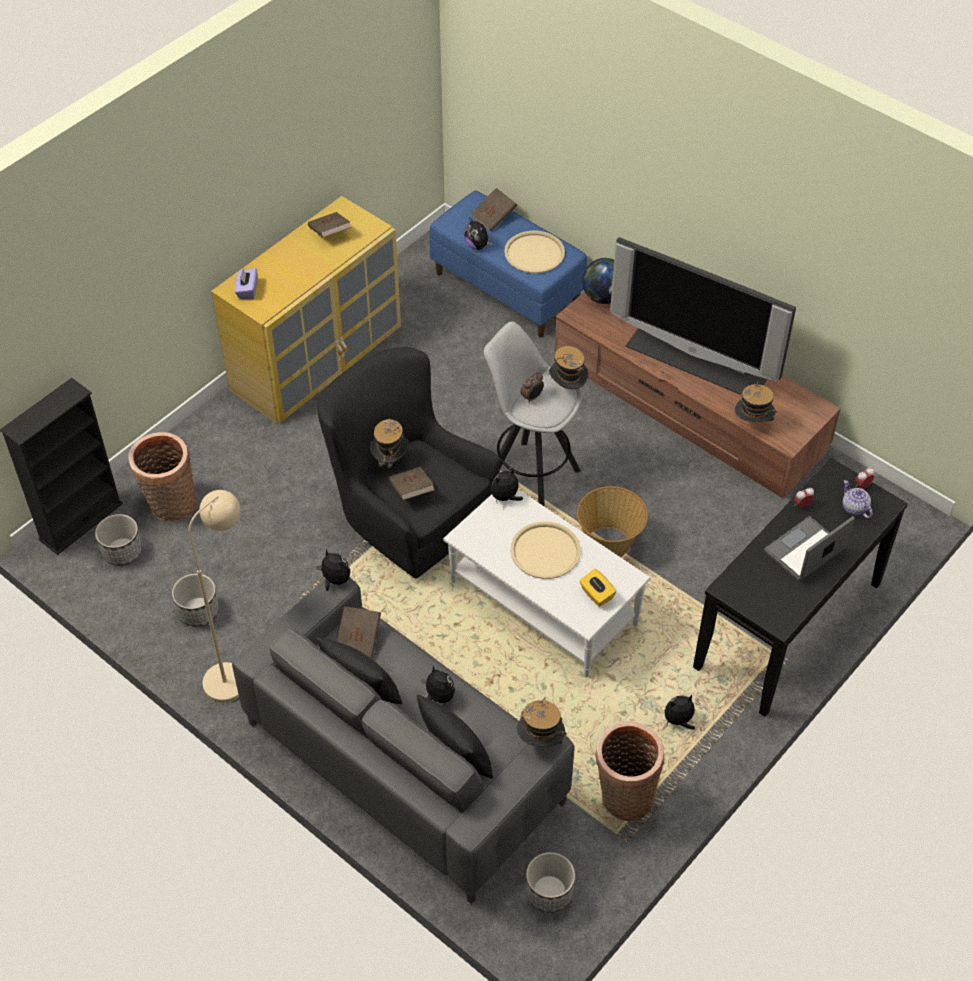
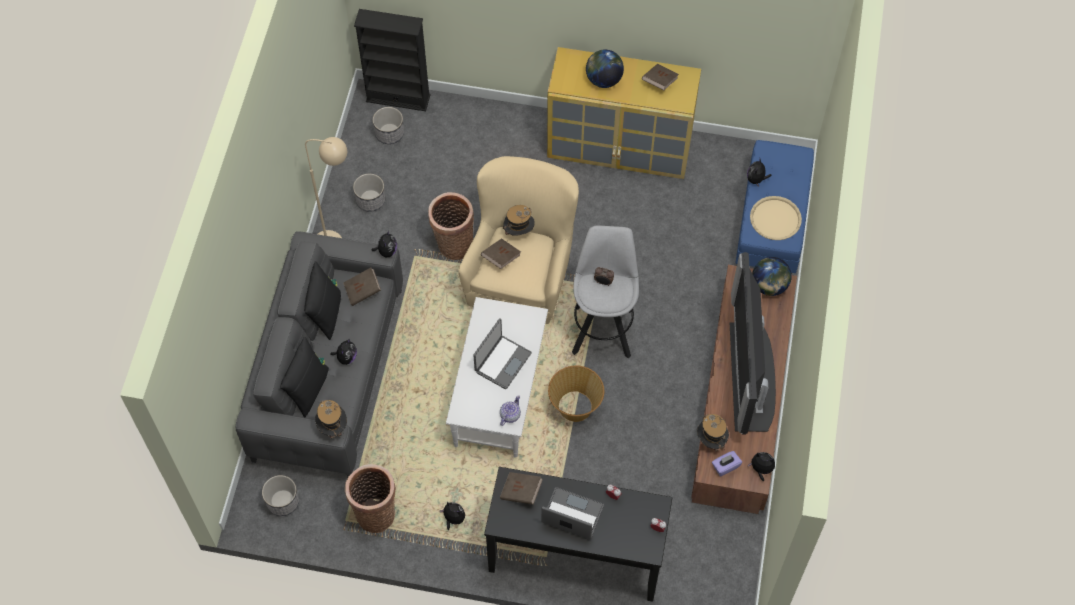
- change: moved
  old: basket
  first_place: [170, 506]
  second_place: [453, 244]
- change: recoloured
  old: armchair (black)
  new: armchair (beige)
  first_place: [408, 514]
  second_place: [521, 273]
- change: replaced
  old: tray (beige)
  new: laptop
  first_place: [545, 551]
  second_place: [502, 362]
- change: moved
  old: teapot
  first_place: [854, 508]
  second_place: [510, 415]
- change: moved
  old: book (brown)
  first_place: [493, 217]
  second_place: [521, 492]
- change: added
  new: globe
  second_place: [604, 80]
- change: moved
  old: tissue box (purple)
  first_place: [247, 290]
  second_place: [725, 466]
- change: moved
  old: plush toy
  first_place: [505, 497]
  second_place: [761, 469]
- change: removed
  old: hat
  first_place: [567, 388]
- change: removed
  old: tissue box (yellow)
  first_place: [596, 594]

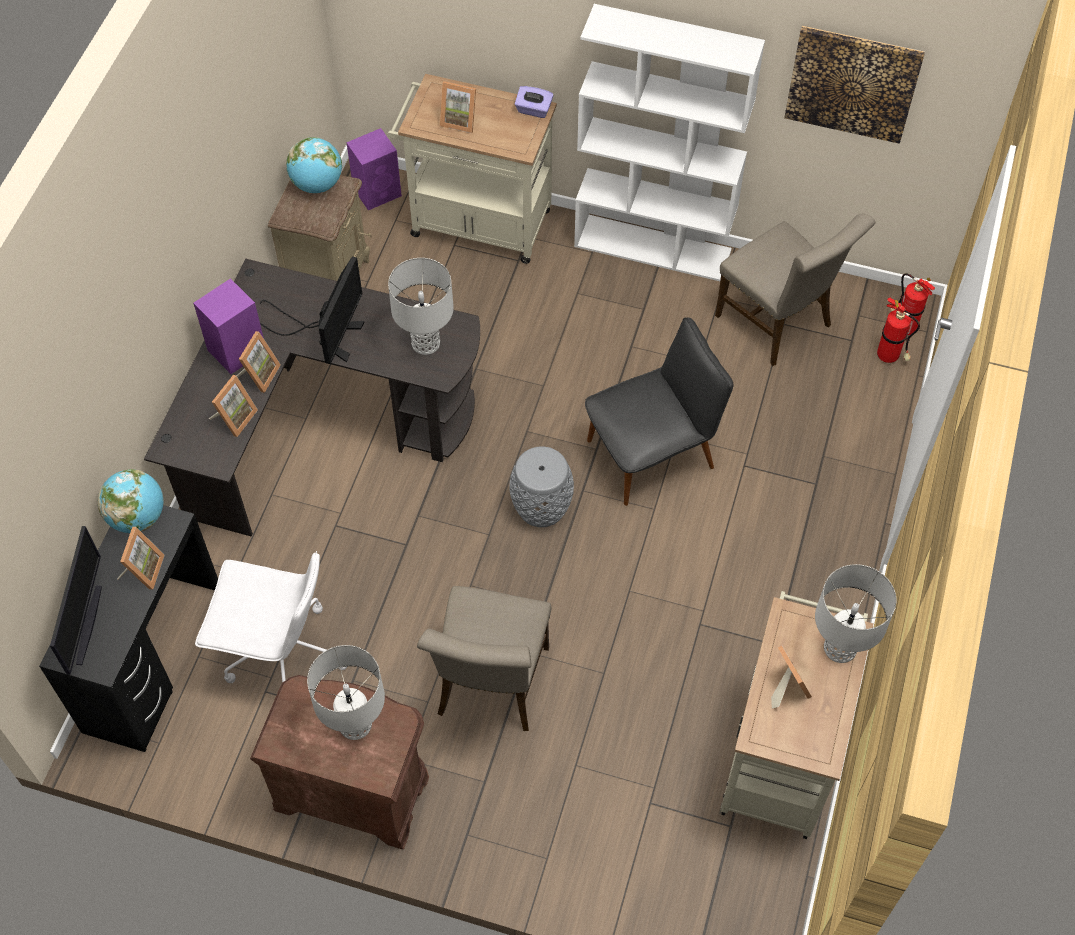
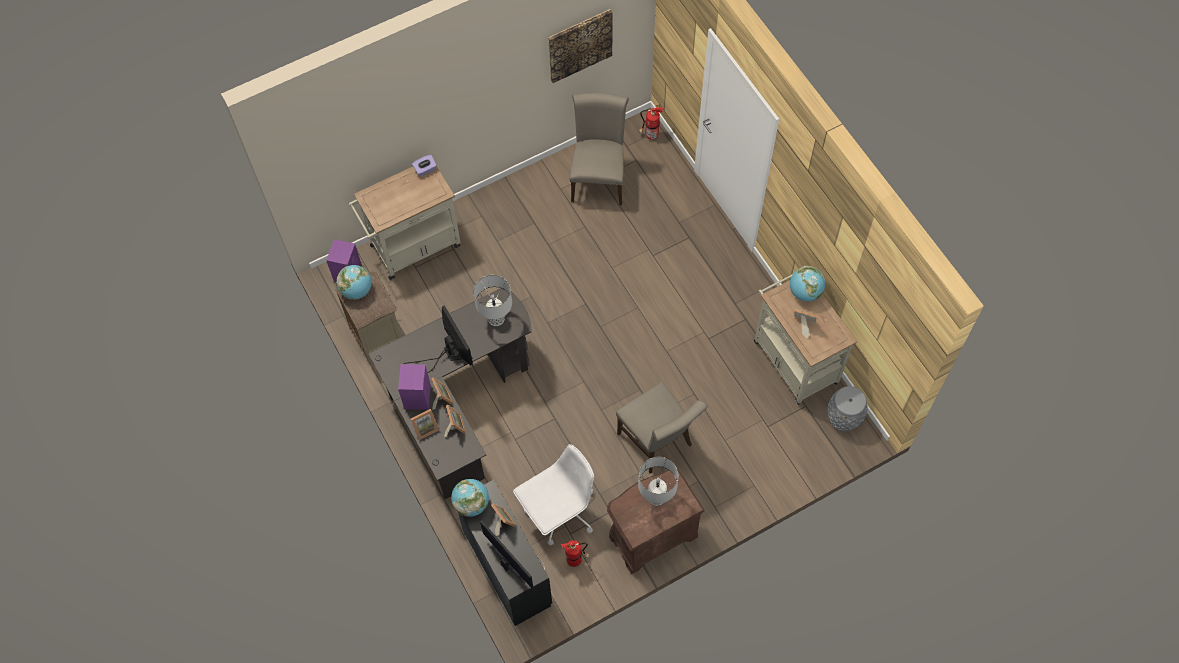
- change: moved
  old: picture frame
  first_place: [460, 120]
  second_place: [425, 428]
- change: moved
  old: fire extinguisher
  first_place: [890, 357]
  second_place: [576, 560]
- change: turned
  old: chair (beige)
  first_place: [779, 324]
  second_place: [598, 179]
  degrees: -90
- change: replaced
  old: table lamp (white)
  new: globe
  first_place: [839, 648]
  second_place: [805, 292]
- change: moved
  old: stool (grey)
  first_place: [541, 507]
  second_place: [843, 418]
- change: removed
  old: bookcase (white)
  first_place: [653, 247]
- change: removed
  old: chair (black)
  first_place: [650, 453]

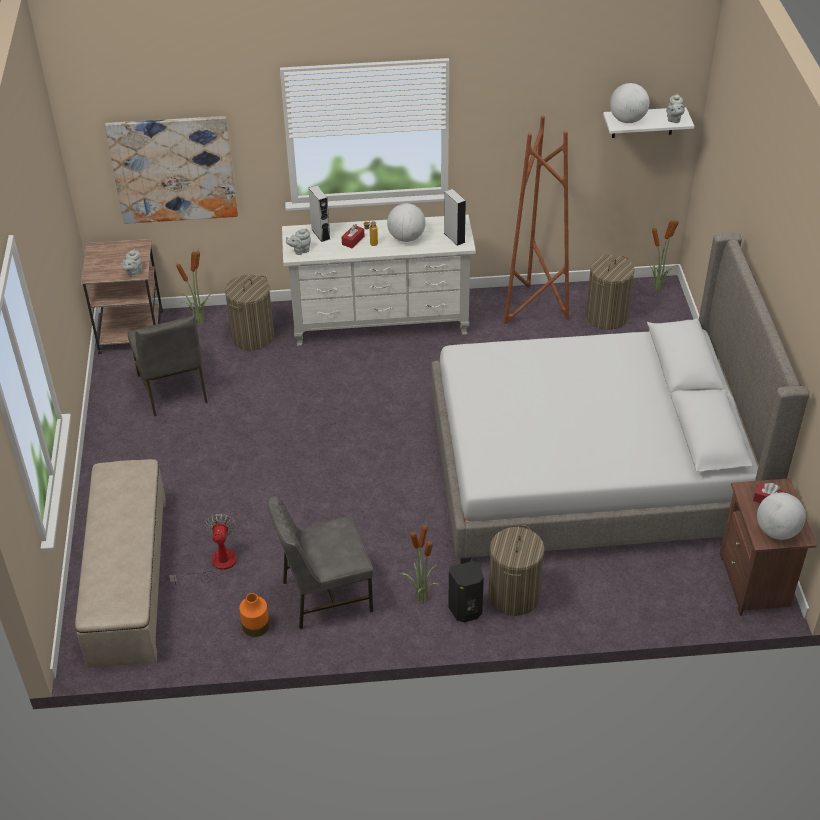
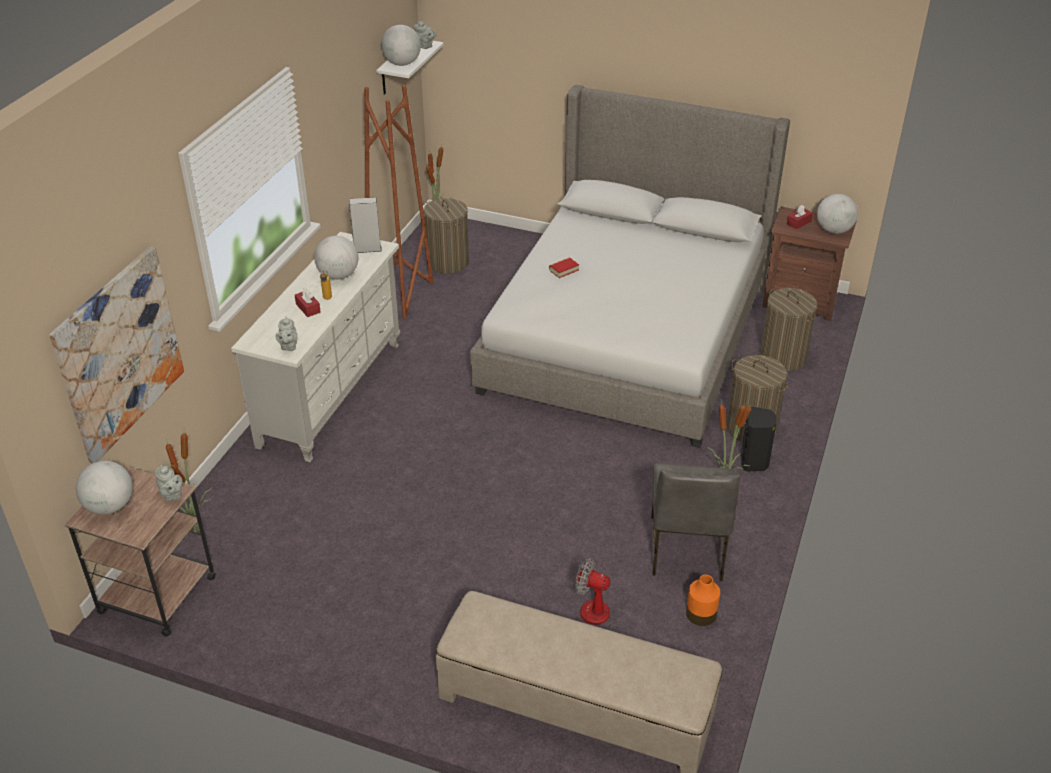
- change: added
  new: globe
  second_place: [110, 506]
- change: added
  new: book
  second_place: [564, 270]
- change: moved
  old: laundry basket
  first_place: [253, 337]
  second_place: [783, 357]
- change: removed
  old: chair (grey)
  first_place: [173, 389]
- change: removed
  old: speaker (grey)
  first_place: [320, 234]

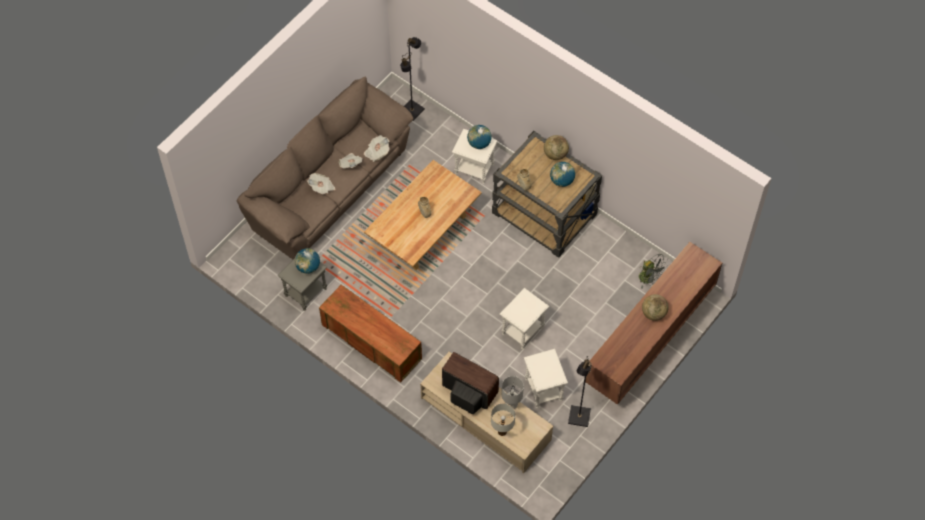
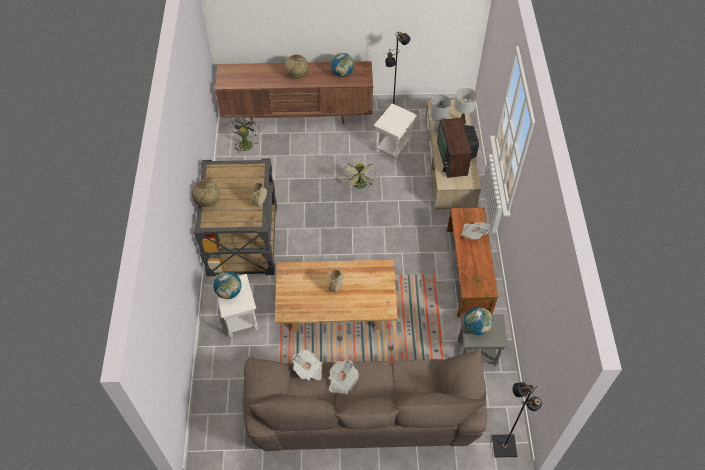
- change: moved
  old: globe
  first_place: [562, 181]
  second_place: [342, 73]
- change: replaced
  old: side table (white)
  new: fan (green)
  first_place: [523, 330]
  second_place: [360, 186]
- change: moved
  old: newspaper
  first_place: [322, 187]
  second_place: [473, 234]
- change: moved
  old: floor lamp (black)
  first_place: [412, 110]
  second_place: [504, 446]

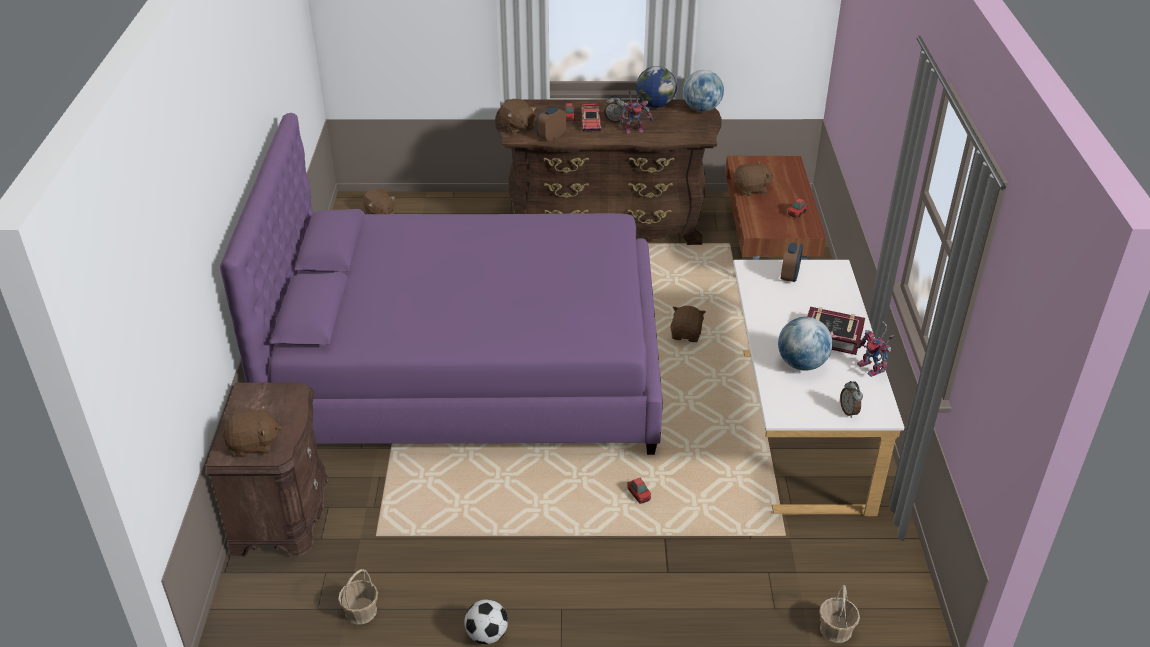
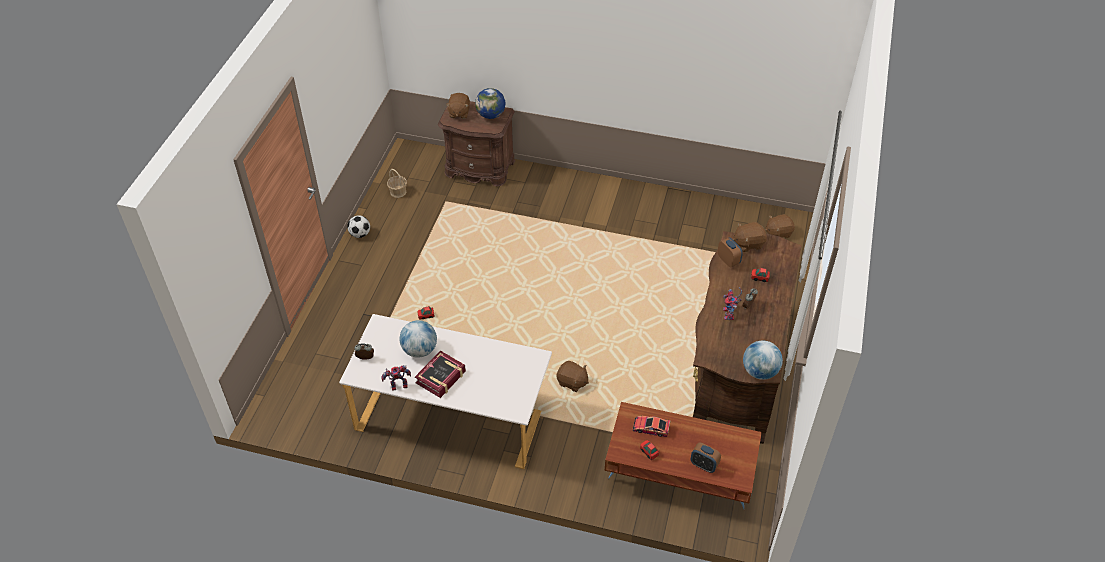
- change: moved
  old: globe
  first_place: [655, 105]
  second_place: [491, 115]
- change: moved
  old: toy car
  first_place: [590, 123]
  second_place: [651, 428]
- change: moved
  old: alarm clock
  first_place: [789, 275]
  second_place: [704, 465]
- change: removed
  old: bed (purple)
  first_place: [469, 367]
- change: removed
  old: plush toy (brown)
  first_place: [752, 189]
- change: removed
  old: basket
  first_place: [835, 629]

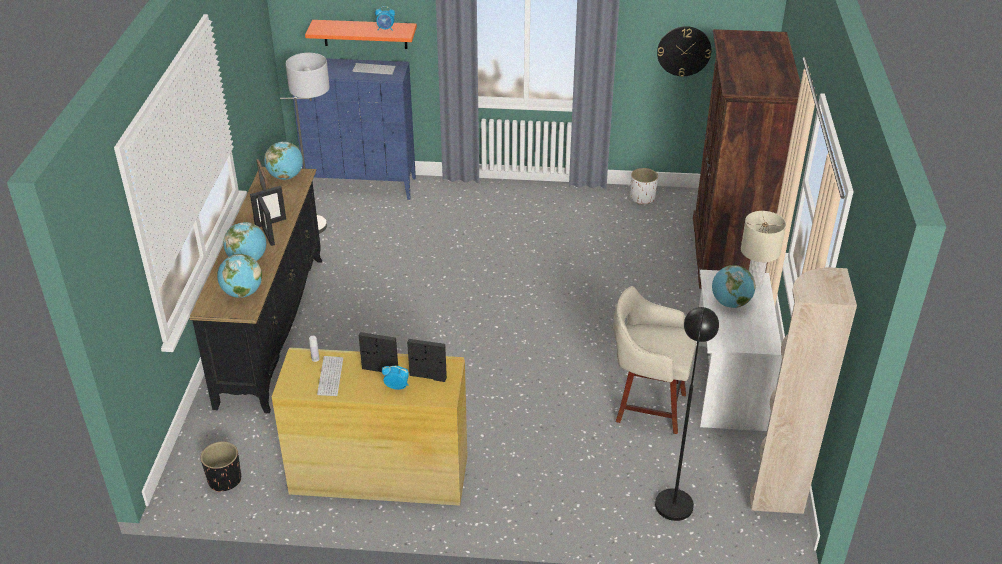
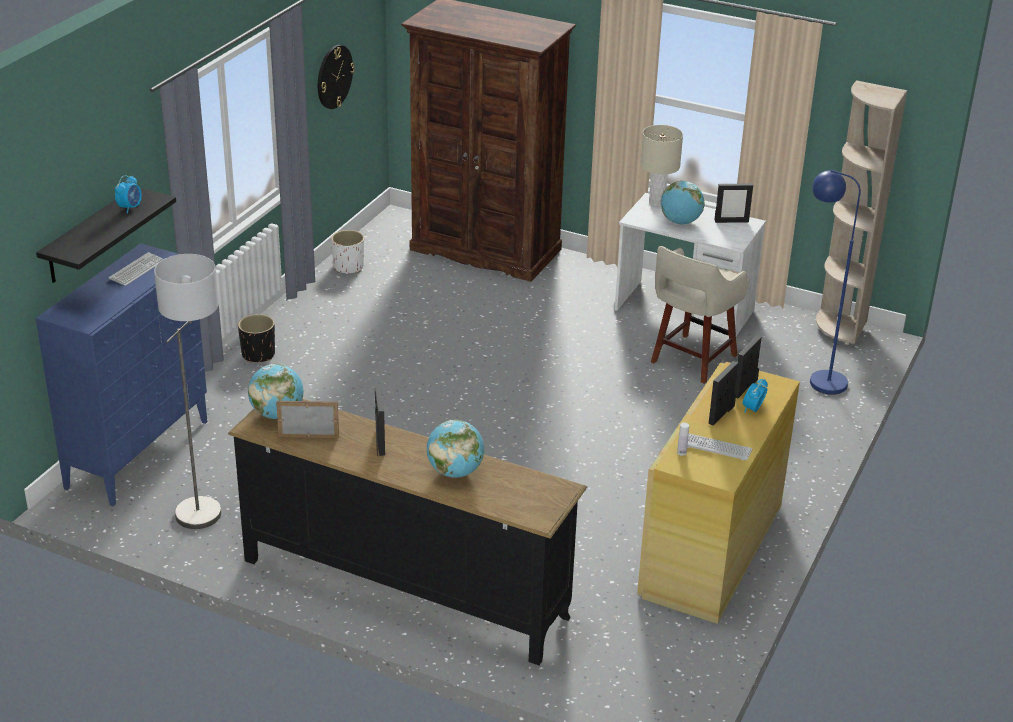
- change: recoloured
  old: shelf (orange)
  new: shelf (black)
  first_place: [365, 34]
  second_place: [90, 236]
- change: moved
  old: planter (black)
  first_place: [224, 480]
  second_place: [258, 355]
- change: moved
  old: picture frame
  first_place: [269, 236]
  second_place: [731, 221]
- change: recoloured
  old: floor lamp (black)
  new: floor lamp (blue)
  first_place: [675, 497]
  second_place: [817, 380]
- change: removed
  old: globe
  first_place: [242, 293]

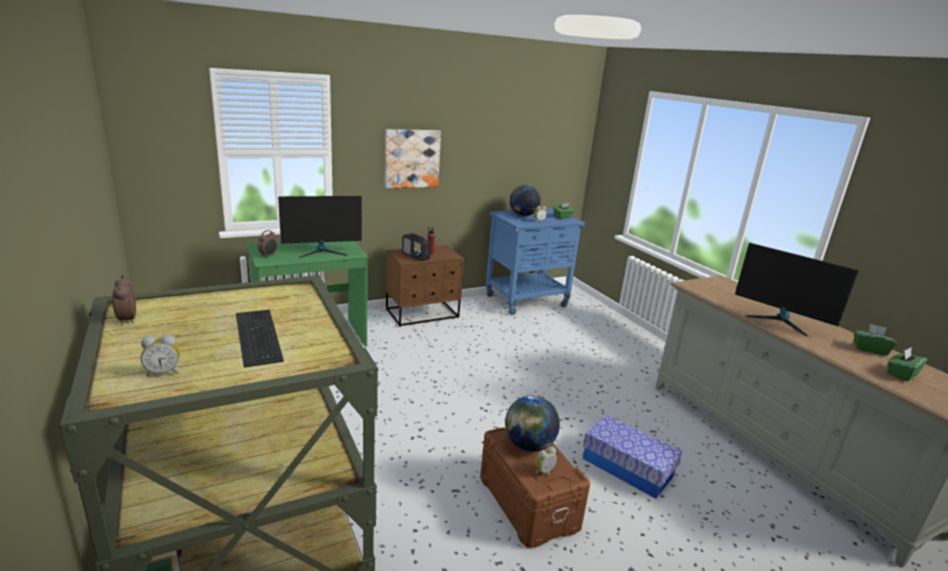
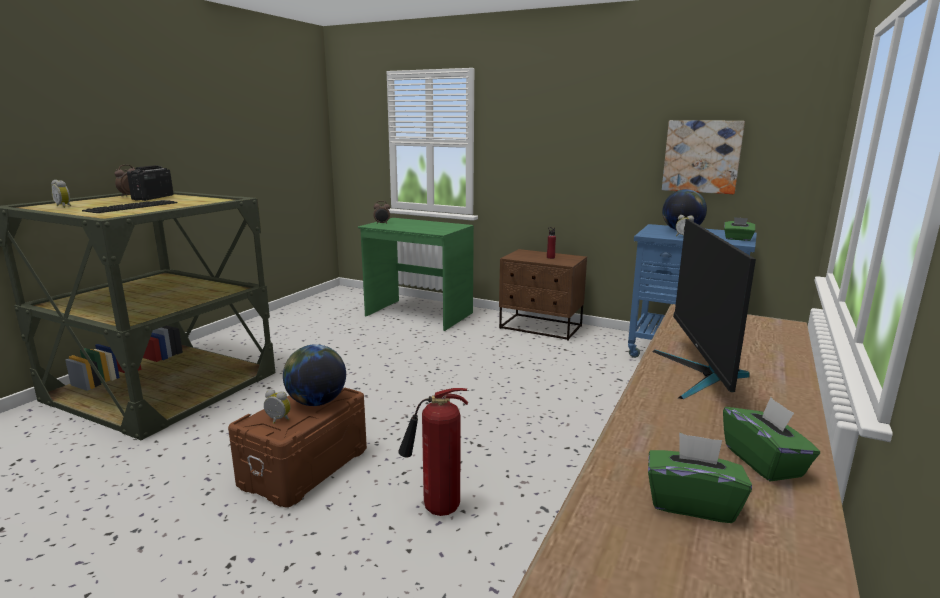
- change: moved
  old: radio
  first_place: [416, 256]
  second_place: [152, 198]
- change: replaced
  old: storage box
  new: fire extinguisher
  first_place: [627, 467]
  second_place: [436, 509]
- change: moved
  old: picture
  first_place: [412, 158]
  second_place: [701, 156]
- change: removed
  old: monitor
  first_place: [322, 251]

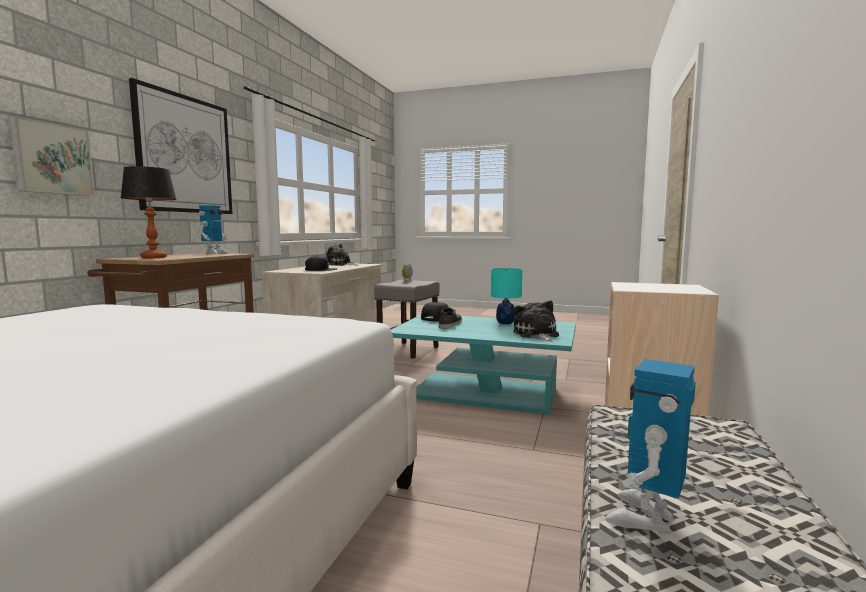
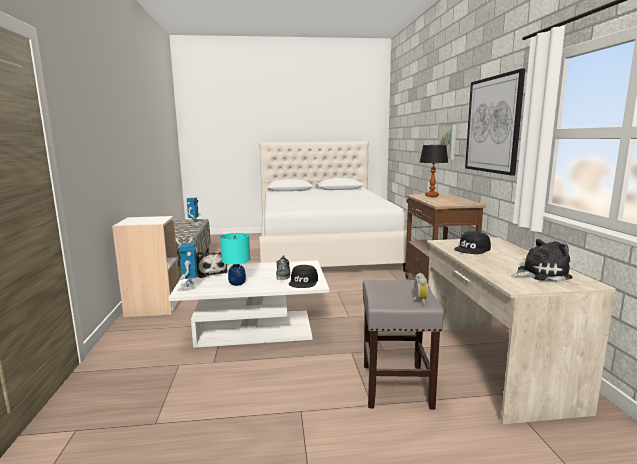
- change: recoloured
  old: coffee table (turquoise)
  new: coffee table (white)
  first_place: [484, 393]
  second_place: [255, 329]
- change: moved
  old: toy robot
  first_place: [214, 253]
  second_place: [188, 287]

